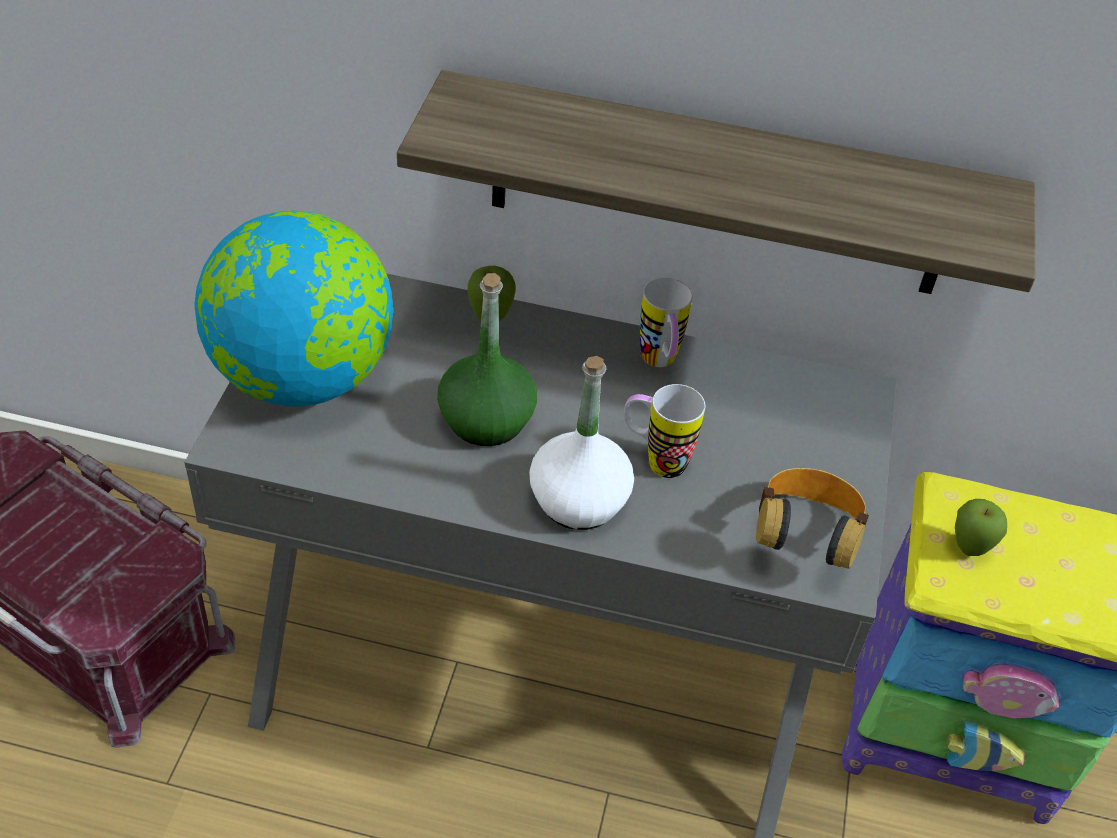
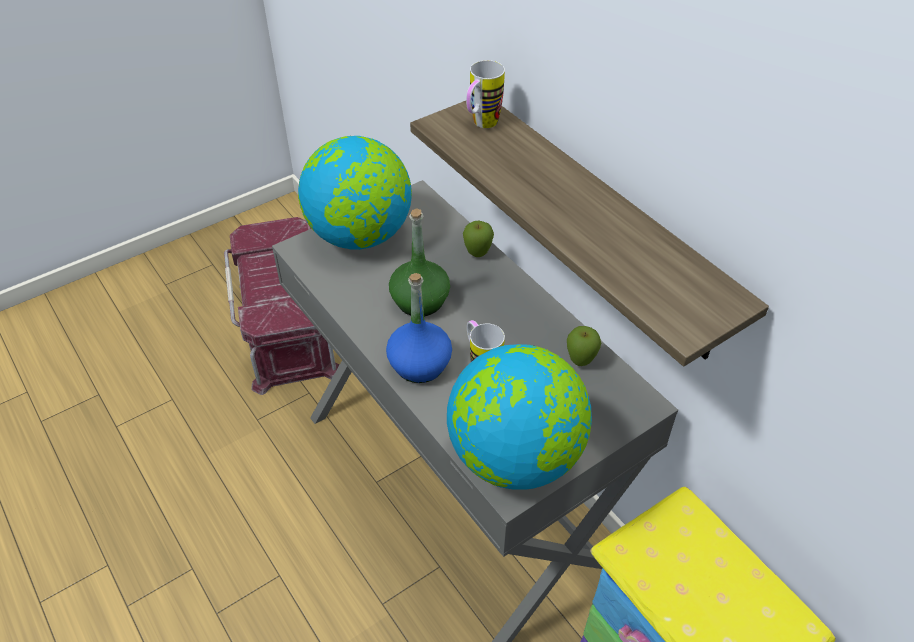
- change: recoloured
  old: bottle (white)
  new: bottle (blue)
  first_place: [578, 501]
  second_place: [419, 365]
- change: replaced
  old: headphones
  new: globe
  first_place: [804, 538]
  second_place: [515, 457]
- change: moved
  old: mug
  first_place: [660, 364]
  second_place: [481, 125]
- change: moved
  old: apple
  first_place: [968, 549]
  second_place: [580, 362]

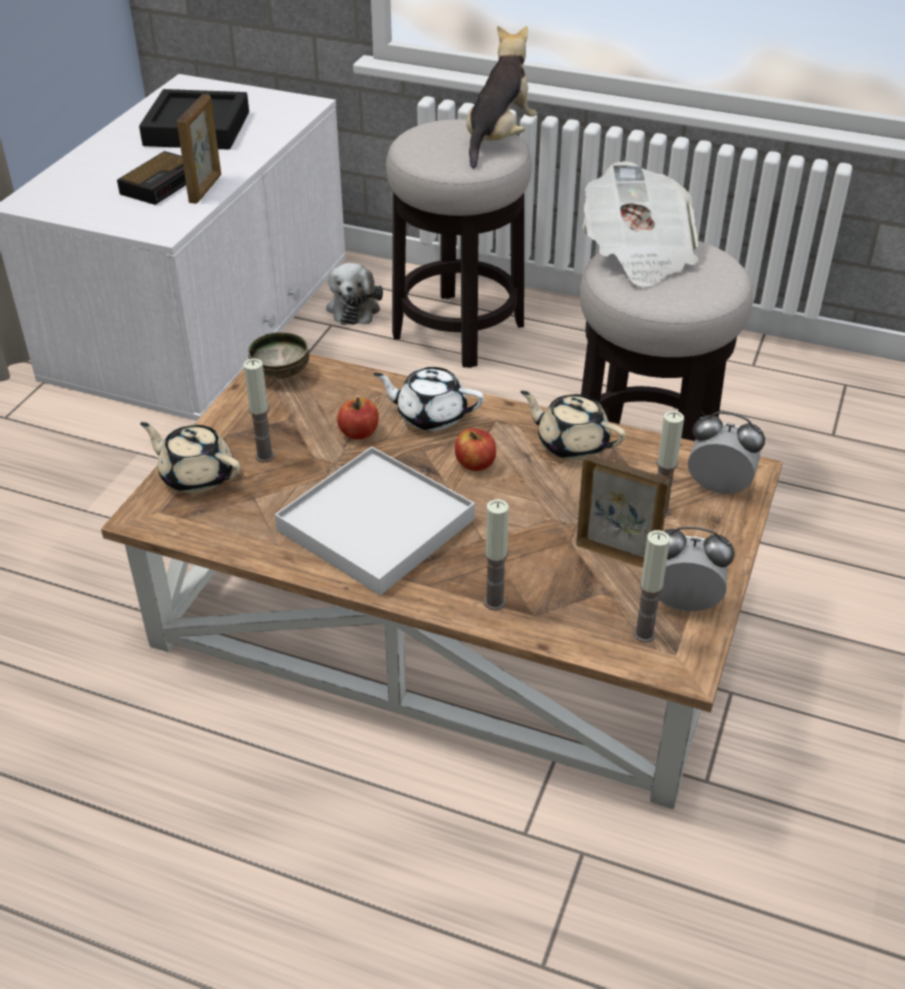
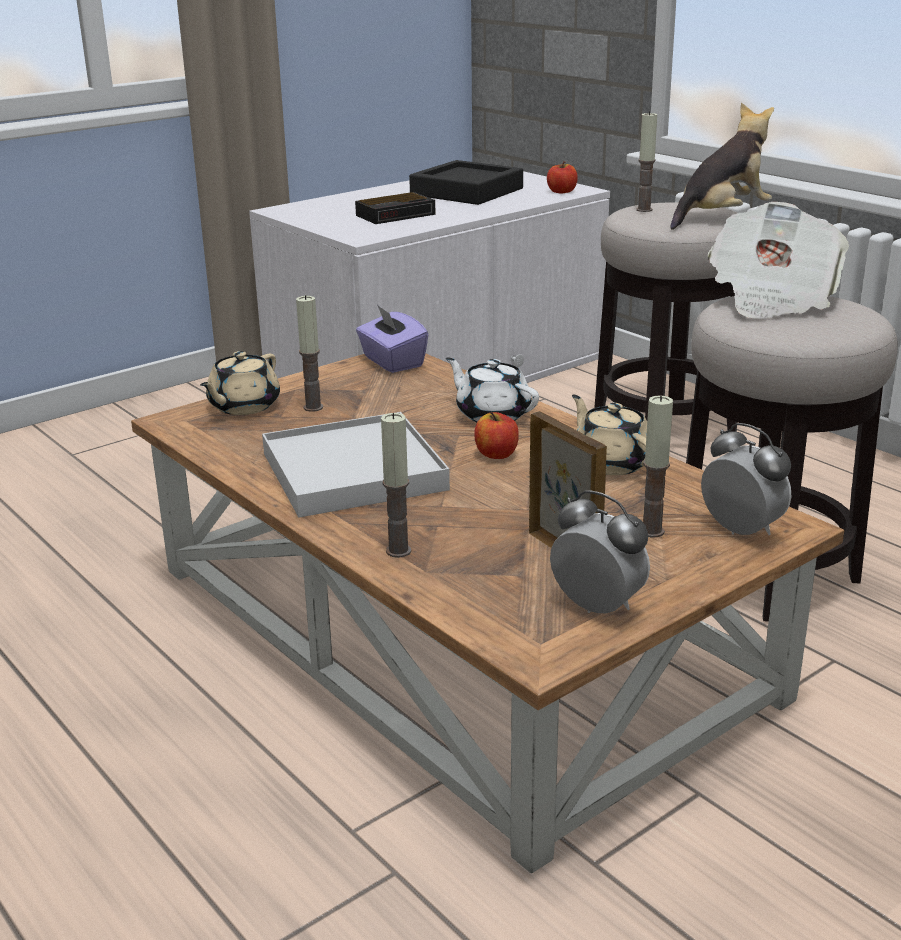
- change: turned
  old: teapot (beige)
  first_place: [196, 476]
  second_place: [243, 406]
  degrees: -120
- change: replaced
  old: bowl
  new: tissue box (purple)
  first_place: [281, 373]
  second_place: [392, 362]
- change: moved
  old: apple
  first_place: [359, 433]
  second_place: [561, 192]
- change: moved
  old: candle
  first_place: [644, 634]
  second_place: [644, 210]
- change: removed
  old: picture frame
  first_place: [206, 189]
- change: removed
  old: plush toy
  first_place: [354, 307]

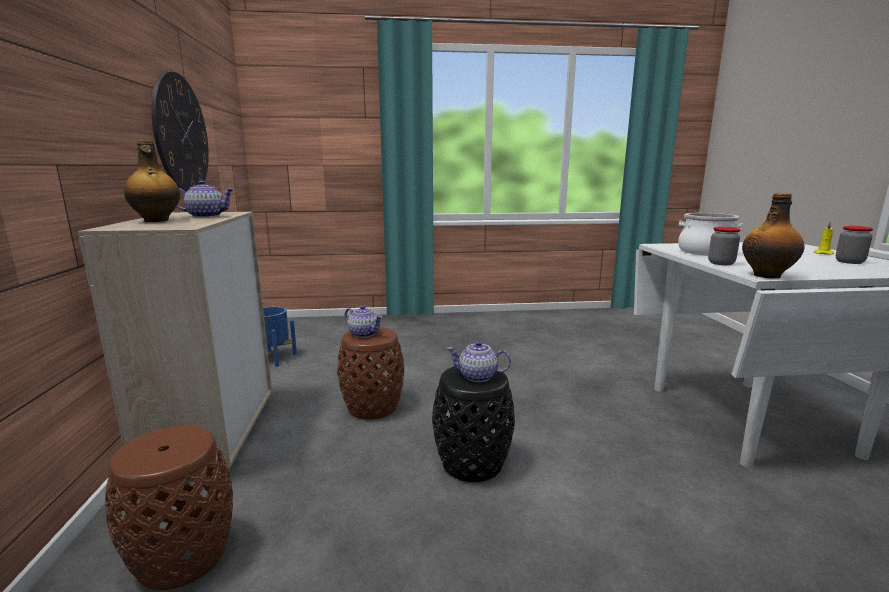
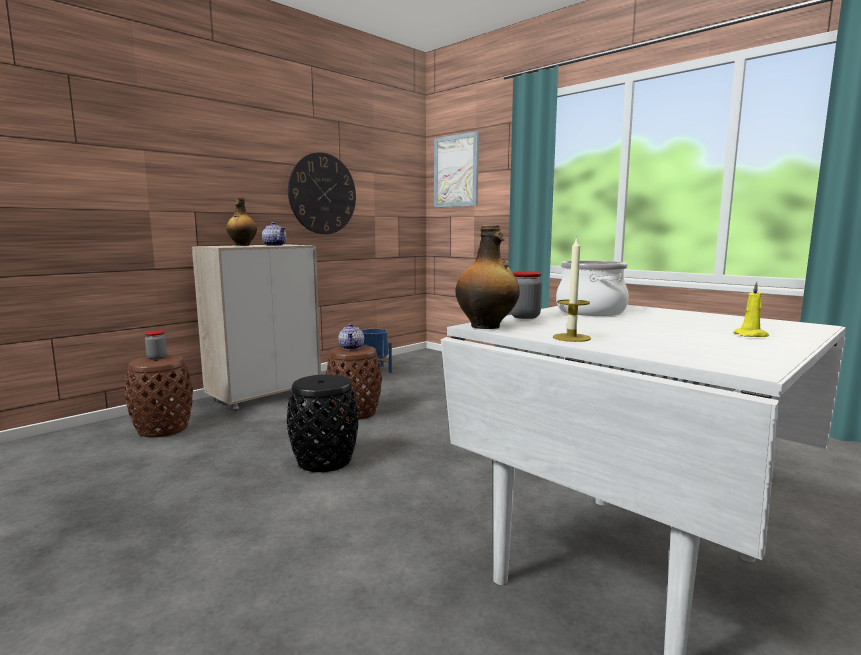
- change: moved
  old: jar
  first_place: [849, 262]
  second_place: [157, 358]
- change: added
  new: picture
  second_place: [456, 171]
- change: added
  new: candle
  second_place: [571, 338]
- change: removed
  old: teapot
  first_place: [478, 376]

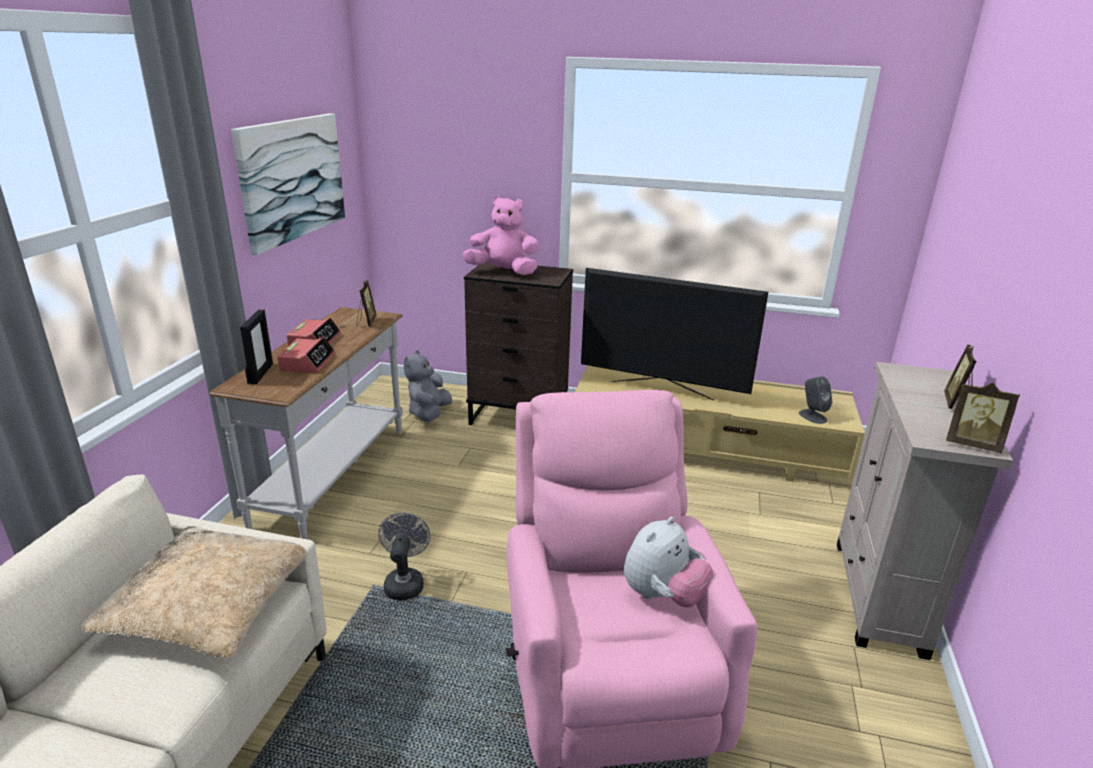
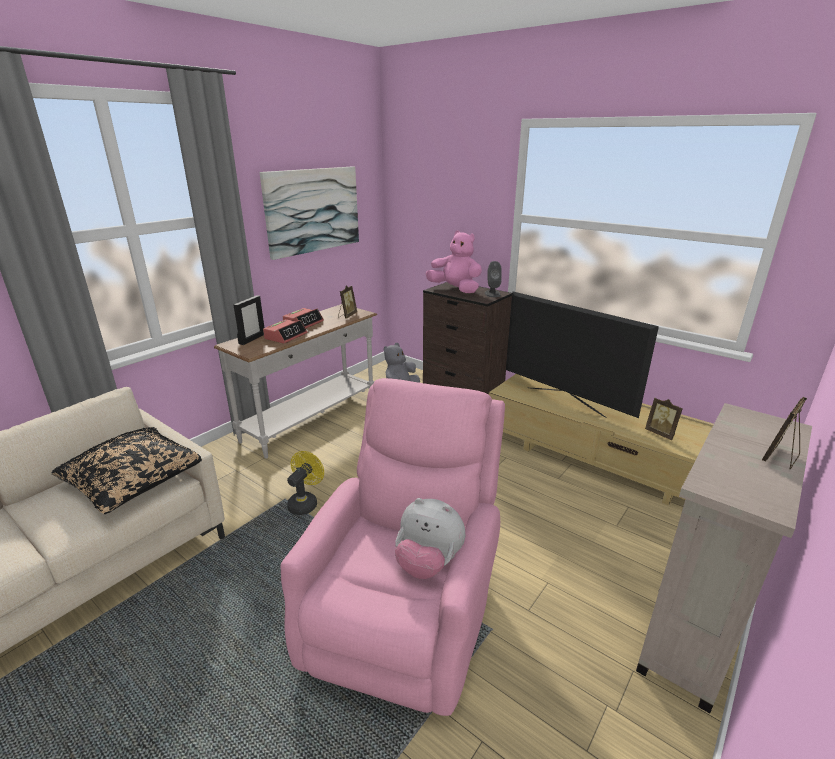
- change: recoloured
  old: pillow (beige)
  new: pillow (black)
  first_place: [210, 604]
  second_place: [134, 479]
- change: recoloured
  old: fan (grey)
  new: fan (yellow)
  first_place: [405, 582]
  second_place: [305, 502]
- change: turned
  old: plush toy
  first_place: [663, 596]
  second_place: [428, 564]
  degrees: 45
- change: moved
  old: speaker (grey)
  first_place: [812, 416]
  second_place: [492, 294]
- change: moved
  old: picture frame
  first_place: [972, 444]
  second_place: [661, 433]

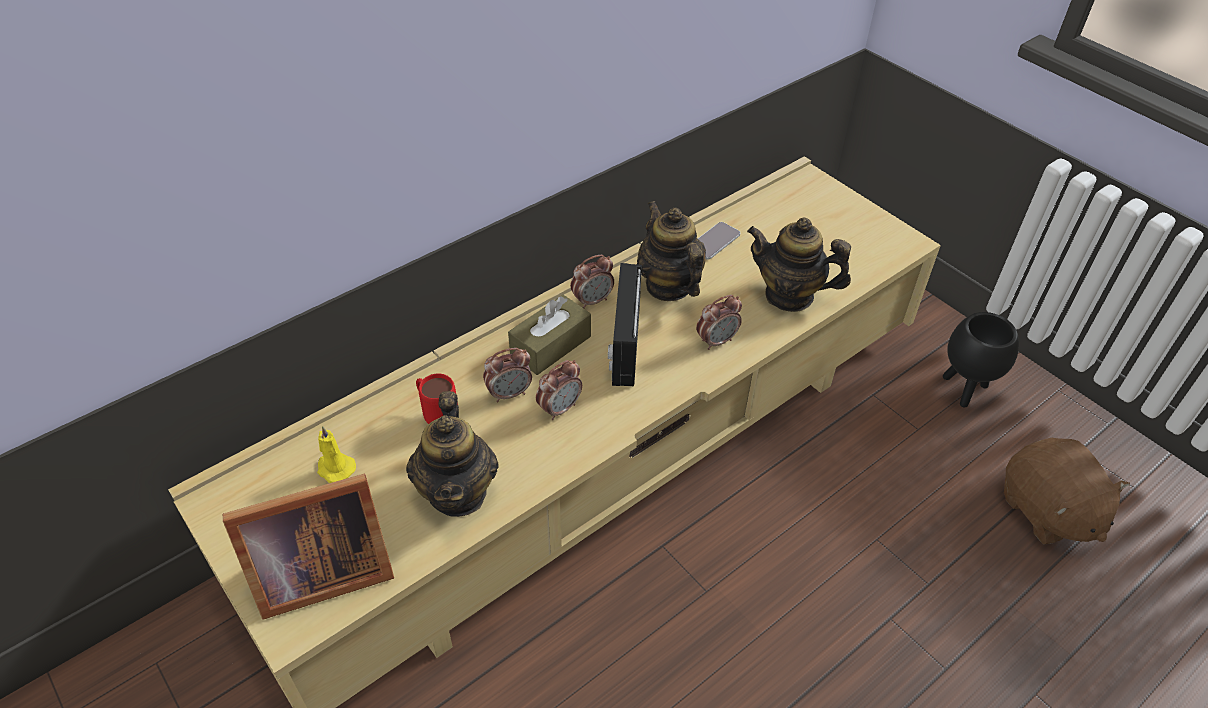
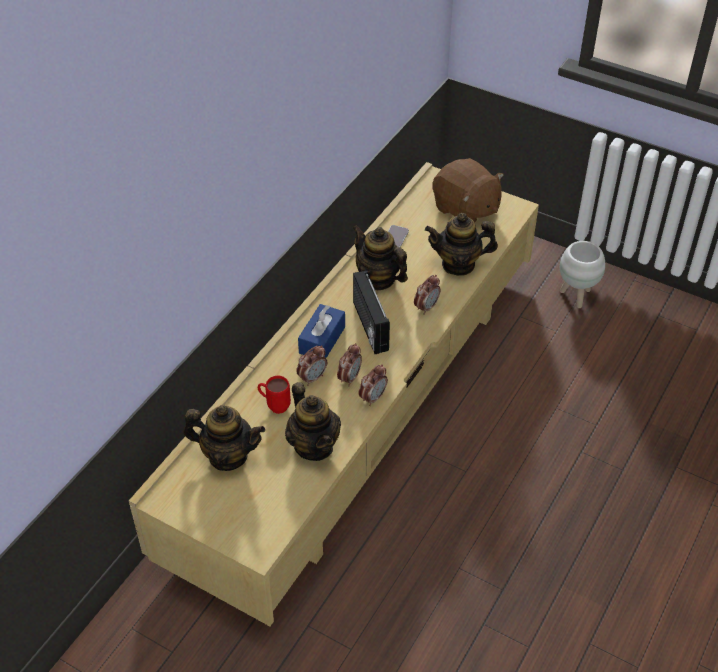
- change: replaced
  old: candle (yellow)
  new: teapot
  first_place: [335, 468]
  second_place: [228, 456]
- change: recoloured
  old: tissue box (brown)
  new: tissue box (blue)
  first_place: [550, 345]
  second_place: [322, 340]
- change: moved
  old: alarm clock
  first_place: [592, 300]
  second_place: [373, 398]
- change: moved
  old: plush toy (brown)
  first_place: [1047, 511]
  second_place: [465, 210]
- change: recoloured
  old: planter (black)
  new: planter (white)
  first_place: [964, 390]
  second_place: [576, 296]
- change: removed
  old: picture frame
  first_place: [318, 574]

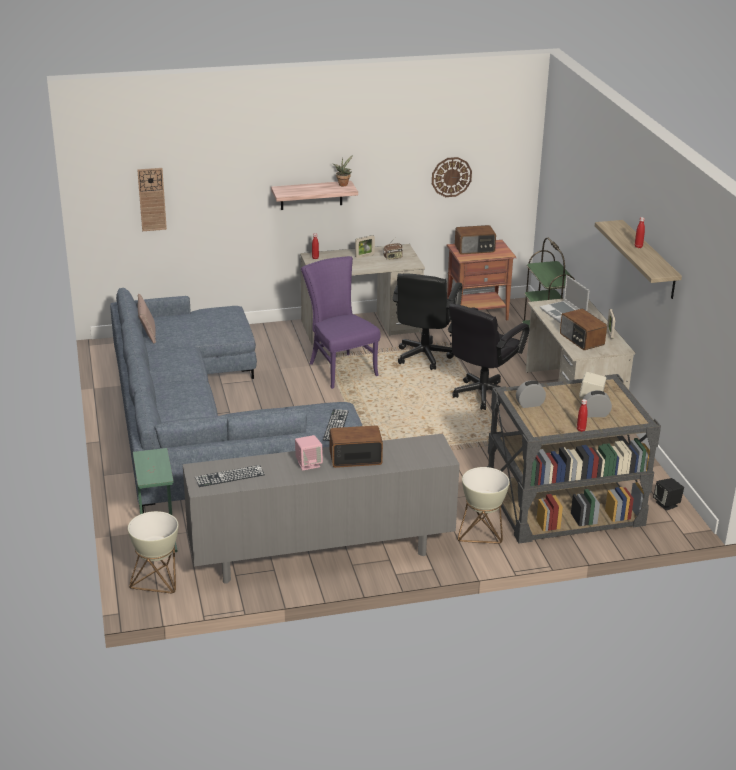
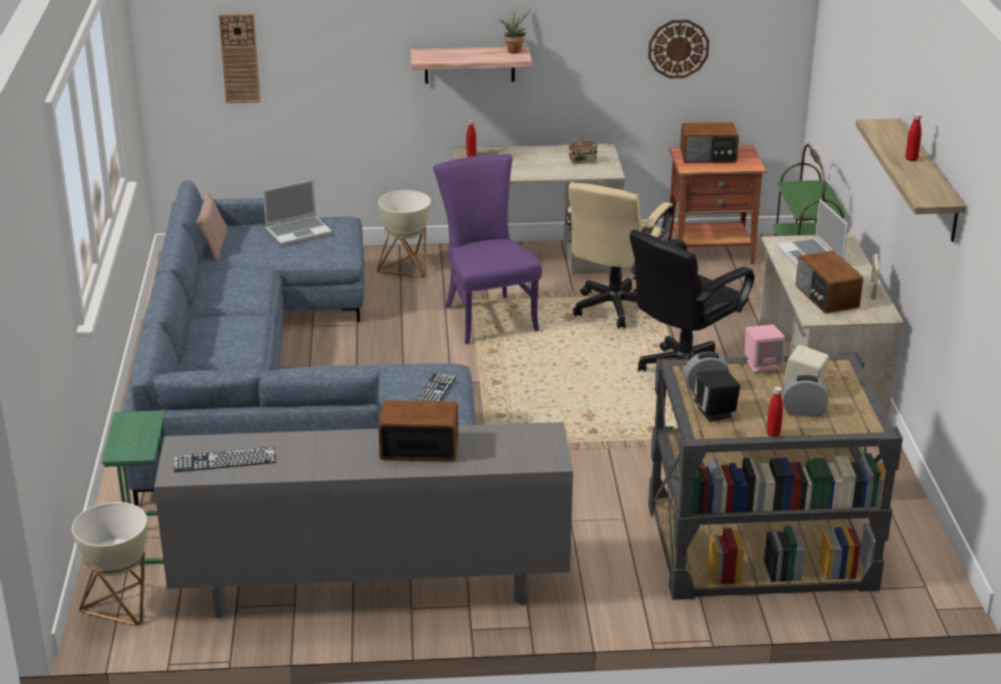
- change: added
  new: laptop
  second_place: [299, 231]
- change: moved
  old: planter
  first_place: [481, 535]
  second_place: [406, 269]
- change: recoloured
  old: office chair (black)
  new: office chair (beige)
  first_place: [423, 359]
  second_place: [612, 311]
- change: moved
  old: speaker (black)
  first_place: [667, 504]
  second_place: [715, 412]
- change: moved
  old: speaker (pink)
  first_place: [308, 464]
  second_place: [762, 365]
- change: removed
  old: picture frame
  first_place: [364, 256]

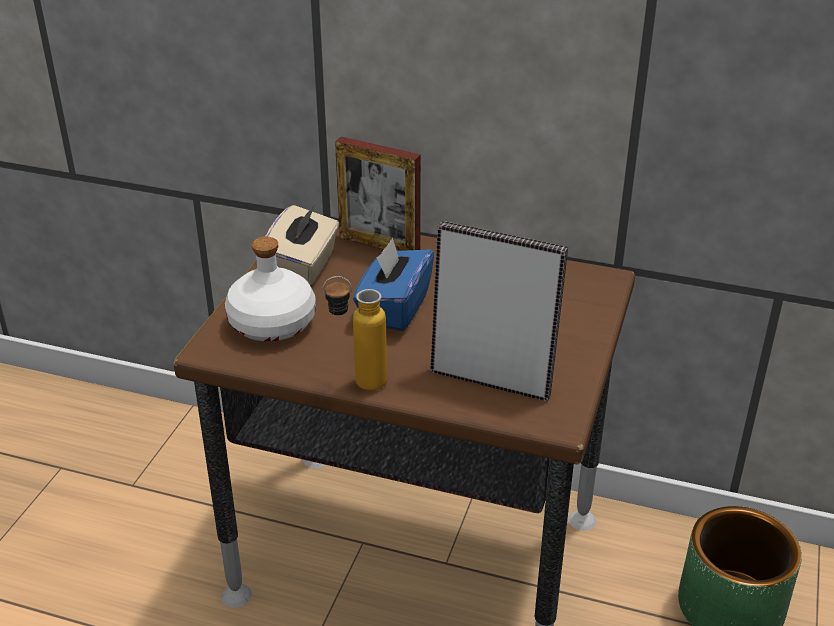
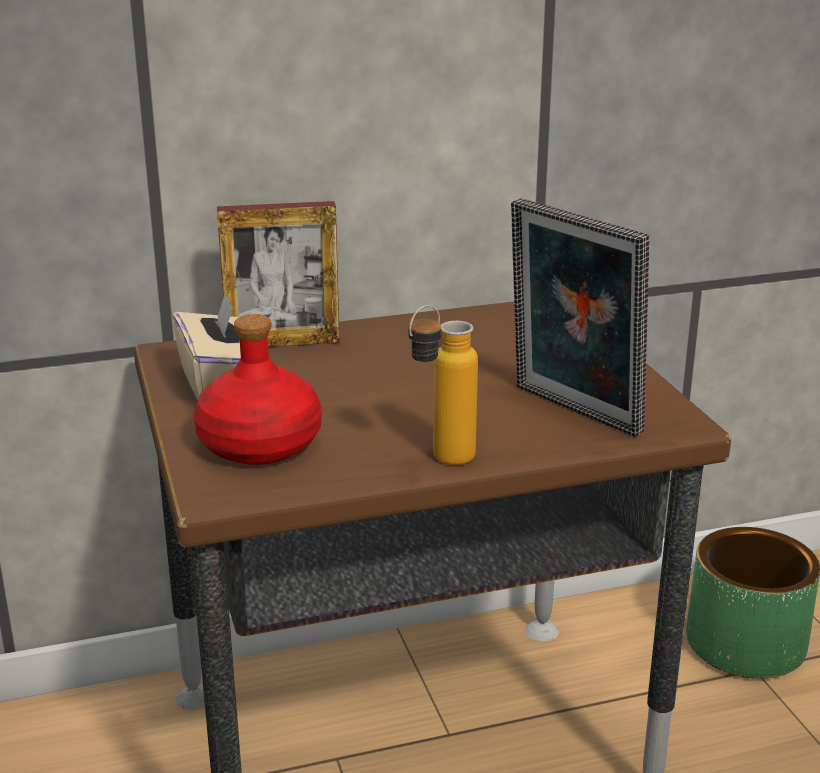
- change: recoloured
  old: bottle (white)
  new: bottle (red)
  first_place: [271, 323]
  second_place: [258, 445]
- change: turned
  old: picture frame
  first_place: [492, 379]
  second_place: [571, 412]
  degrees: -120
- change: removed
  old: tissue box (blue)
  first_place: [394, 308]

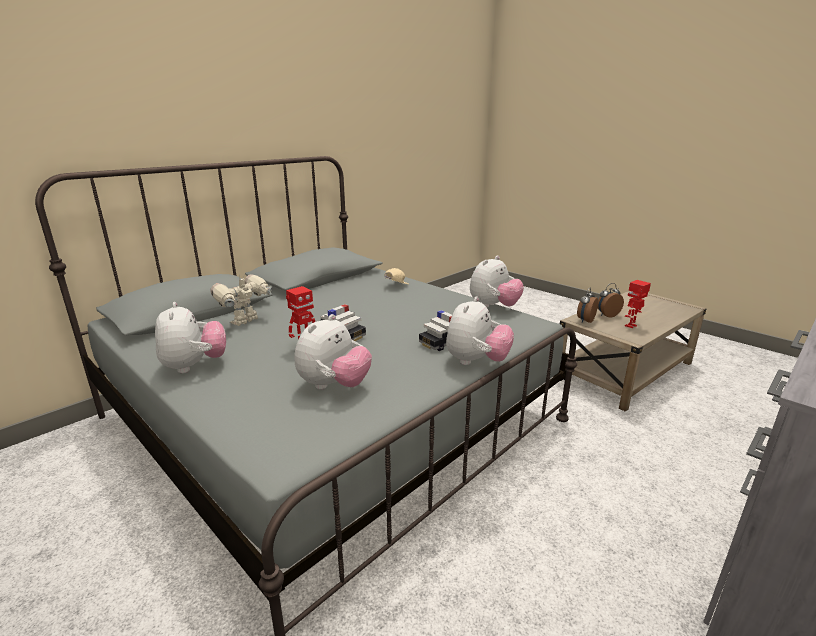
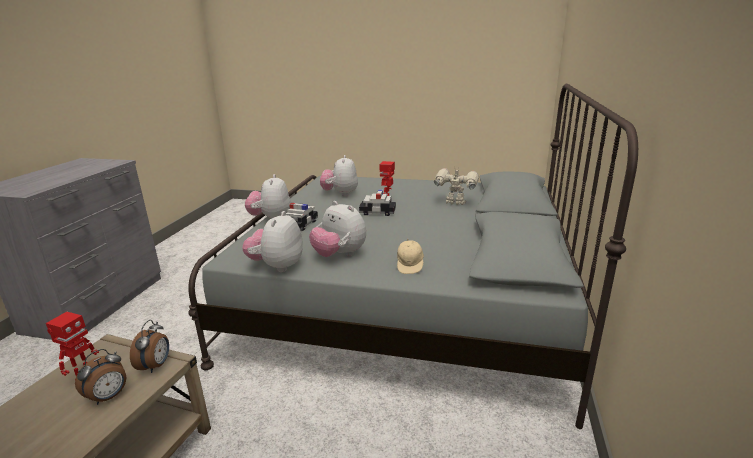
- change: moved
  old: plush toy
  first_place: [194, 366]
  second_place: [339, 255]
- change: turned
  old: toy robot
  first_place: [246, 322]
  second_place: [455, 204]
  degrees: -75

